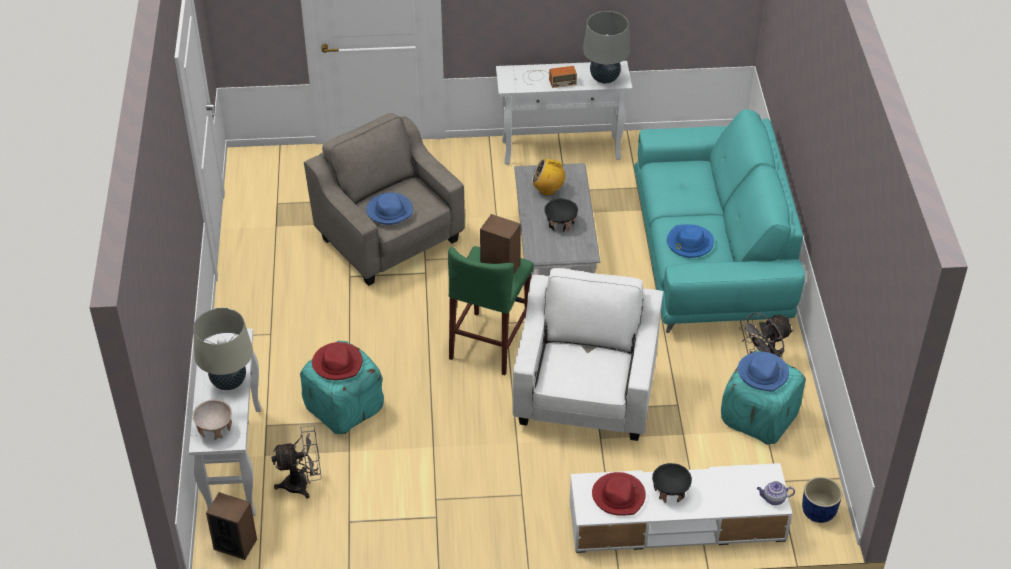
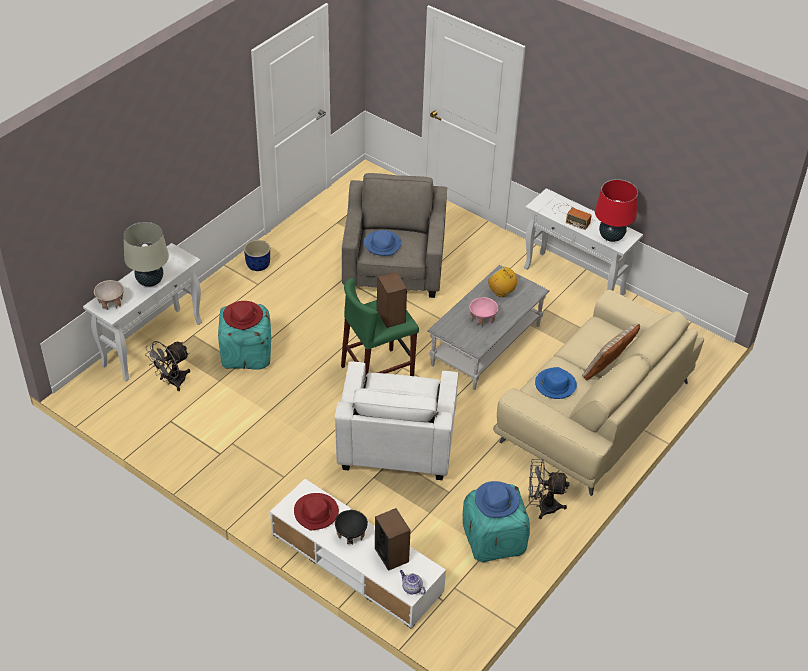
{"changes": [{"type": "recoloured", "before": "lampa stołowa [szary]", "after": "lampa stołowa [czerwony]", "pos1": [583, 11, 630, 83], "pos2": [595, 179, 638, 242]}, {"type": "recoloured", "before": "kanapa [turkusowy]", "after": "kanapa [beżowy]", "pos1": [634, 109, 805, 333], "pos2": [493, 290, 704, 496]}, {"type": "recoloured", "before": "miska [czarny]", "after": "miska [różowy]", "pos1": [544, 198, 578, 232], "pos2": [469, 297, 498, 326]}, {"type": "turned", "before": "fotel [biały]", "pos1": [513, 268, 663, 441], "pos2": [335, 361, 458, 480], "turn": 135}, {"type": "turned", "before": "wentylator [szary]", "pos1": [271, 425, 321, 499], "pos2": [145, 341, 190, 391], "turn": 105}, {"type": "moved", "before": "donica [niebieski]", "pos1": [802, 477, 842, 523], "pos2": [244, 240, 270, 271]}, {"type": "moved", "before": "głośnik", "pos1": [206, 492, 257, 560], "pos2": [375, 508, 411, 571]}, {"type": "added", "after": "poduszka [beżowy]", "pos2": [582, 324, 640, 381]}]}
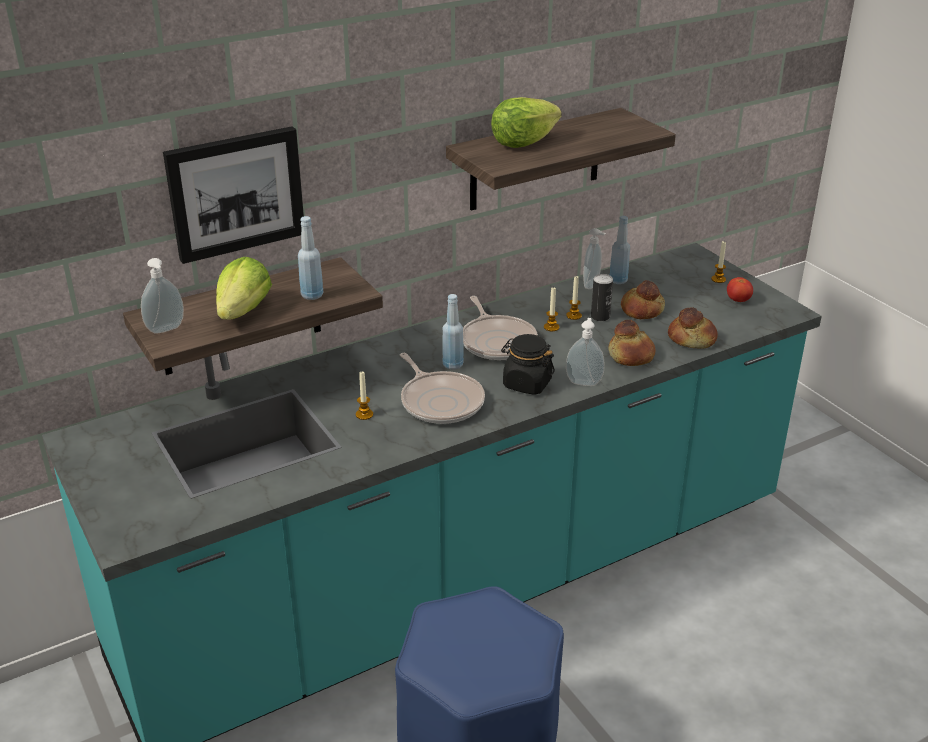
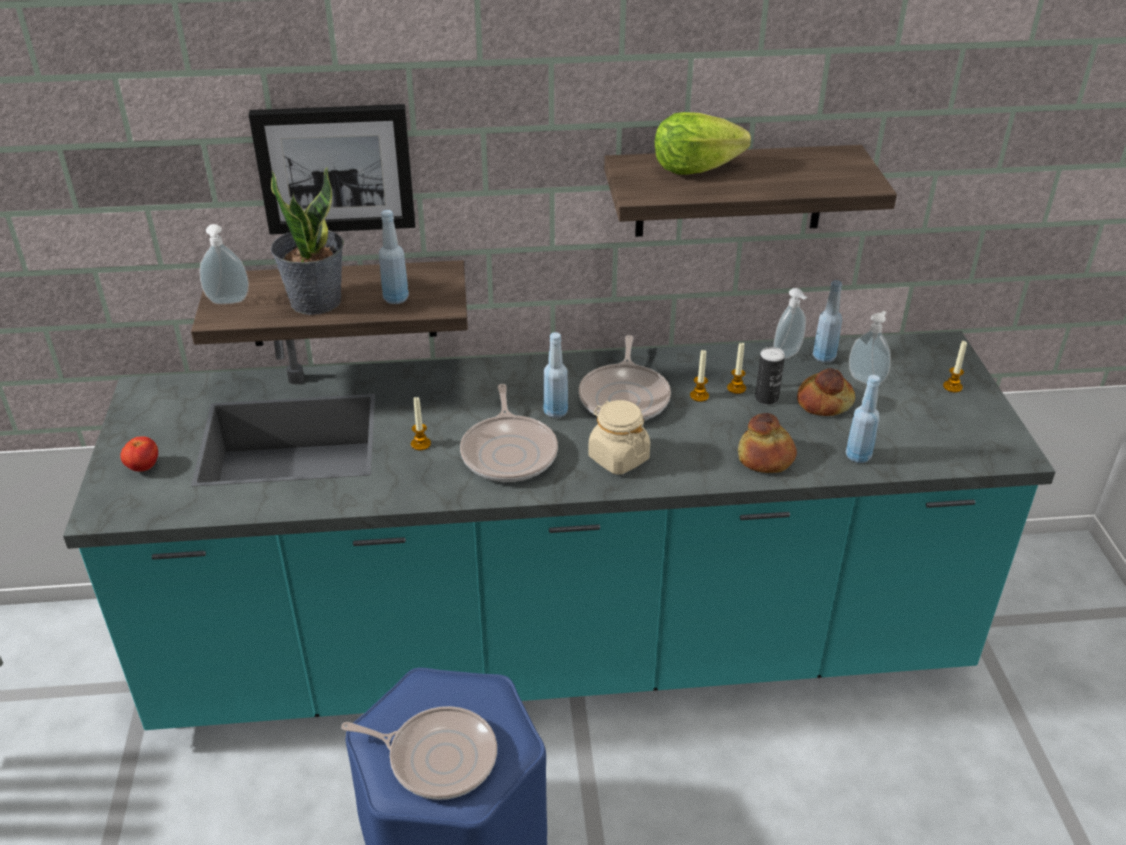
{"changes": [{"type": "replaced", "before": "sałata", "after": "roślina doniczkowa", "pos1": [216, 257, 272, 320], "pos2": [271, 167, 344, 315]}, {"type": "moved", "before": "pomidor", "pos1": [727, 277, 753, 302], "pos2": [120, 437, 158, 472]}, {"type": "replaced", "before": "chleb", "after": "butelka [niebieski]", "pos1": [668, 308, 718, 349], "pos2": [846, 375, 880, 463]}, {"type": "moved", "before": "dozownik mydła", "pos1": [566, 318, 605, 386], "pos2": [849, 311, 891, 384]}, {"type": "recoloured", "before": "słoik [czarny]", "after": "słoik [beżowy]", "pos1": [501, 334, 555, 395], "pos2": [588, 400, 650, 475]}, {"type": "added", "after": "patelnia", "pos2": [341, 706, 497, 800]}]}
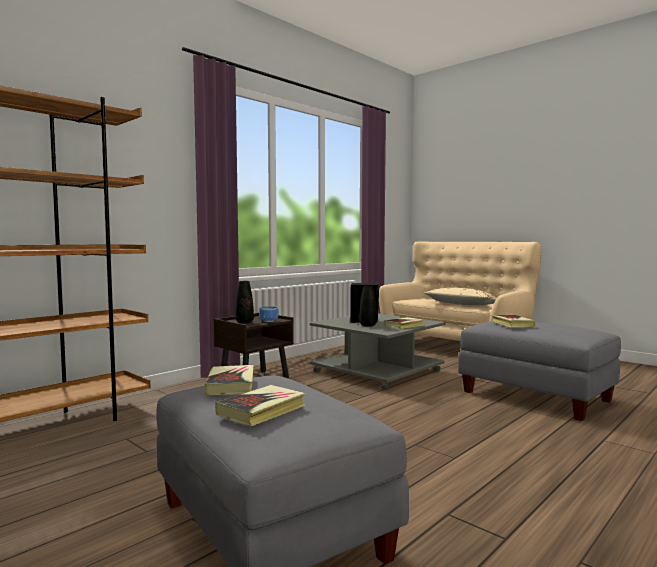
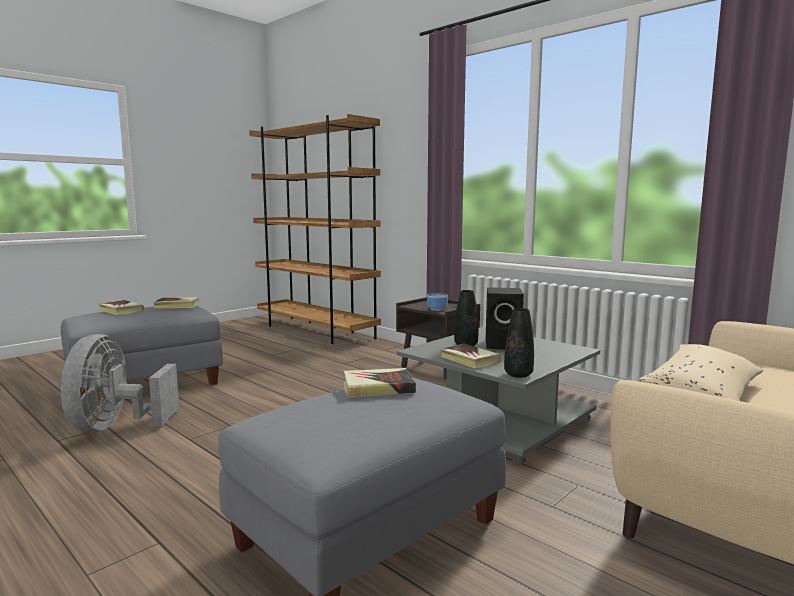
{"changes": [{"type": "moved", "before": "wazon [czarny]", "pos1": [236, 281, 254, 323], "pos2": [504, 308, 534, 378]}, {"type": "added", "after": "wentylator [szary]", "pos2": [61, 334, 179, 433]}]}
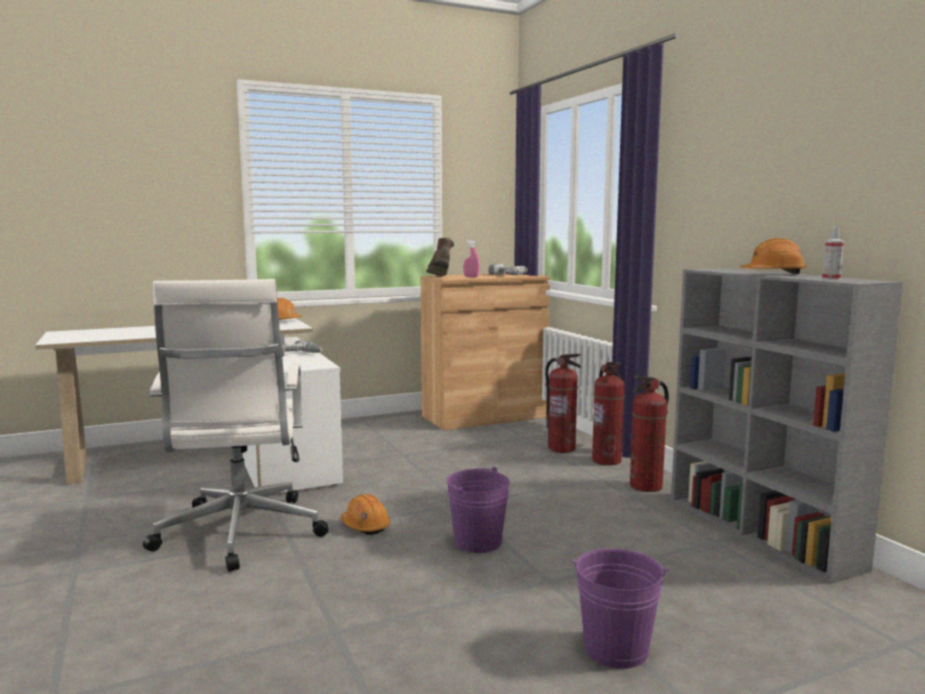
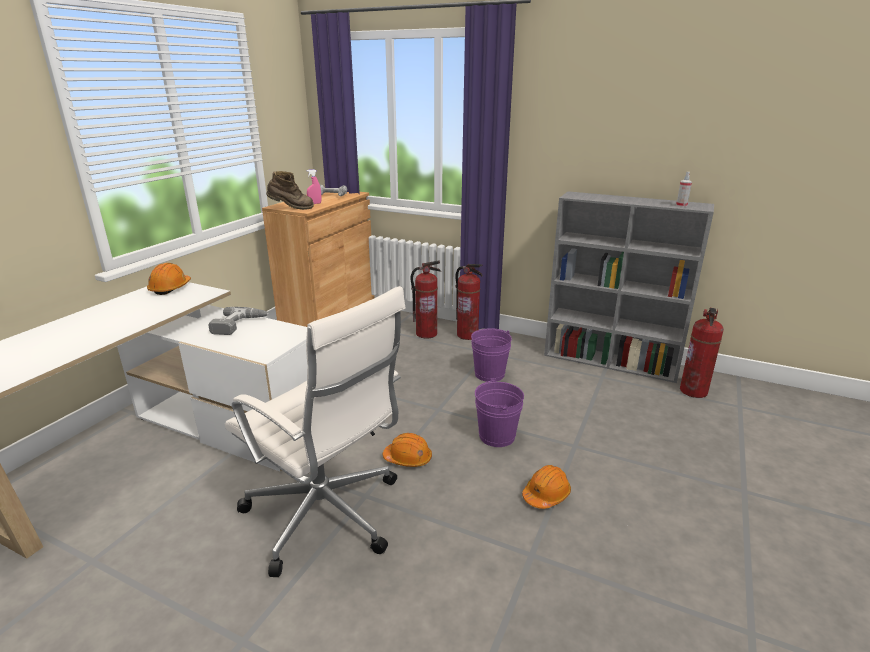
{"changes": [{"type": "turned", "before": "but z cholewką [brązowy]", "pos1": [426, 237, 454, 276], "pos2": [266, 171, 314, 210], "turn": 135}, {"type": "moved", "before": "kask [pomarańczowy]", "pos1": [740, 238, 807, 274], "pos2": [522, 465, 571, 509]}, {"type": "moved", "before": "gaśnica", "pos1": [630, 376, 669, 492], "pos2": [680, 308, 724, 398]}, {"type": "moved", "before": "wiadro [fioletowy]", "pos1": [571, 548, 669, 669], "pos2": [471, 328, 512, 382]}]}
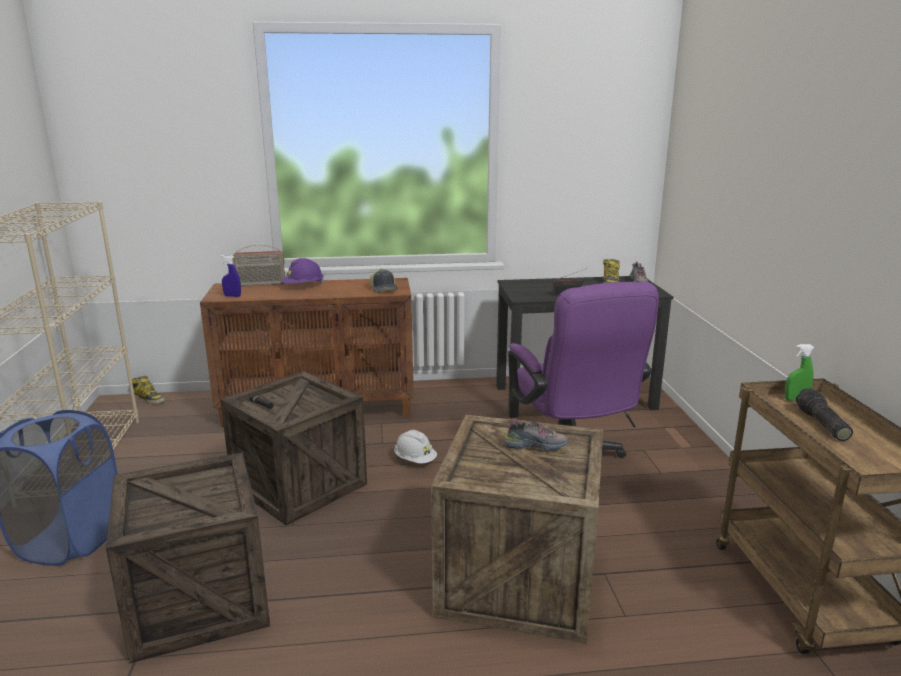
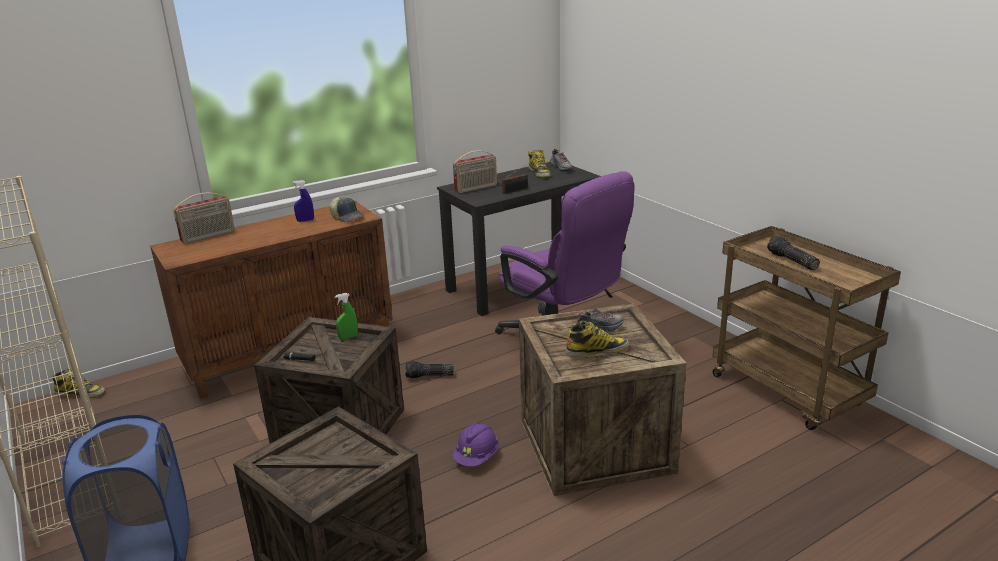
{"changes": [{"type": "moved", "before": "spryskiwacz [niebieski]", "pos1": [221, 255, 241, 297], "pos2": [292, 180, 314, 222]}, {"type": "moved", "before": "kask [fioletowy]", "pos1": [281, 258, 324, 284], "pos2": [452, 423, 499, 467]}, {"type": "moved", "before": "spryskiwacz [zielony]", "pos1": [785, 344, 814, 401], "pos2": [335, 293, 358, 340]}, {"type": "replaced", "before": "kask [biały]", "after": "latarka", "pos1": [394, 430, 437, 464], "pos2": [406, 361, 454, 378]}, {"type": "added", "after": "radio", "pos2": [453, 151, 497, 193]}, {"type": "added", "after": "but z cholewką", "pos2": [566, 321, 629, 358]}]}
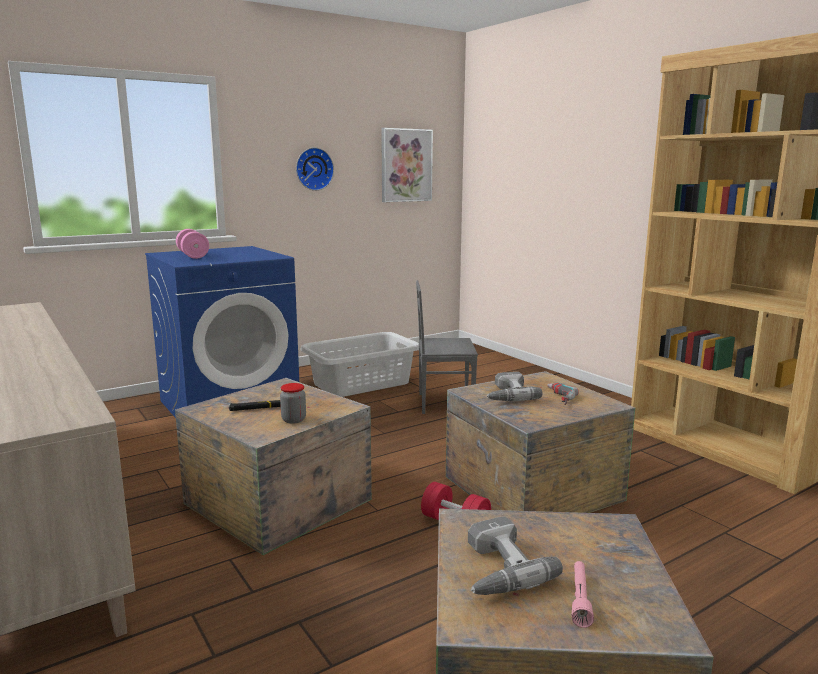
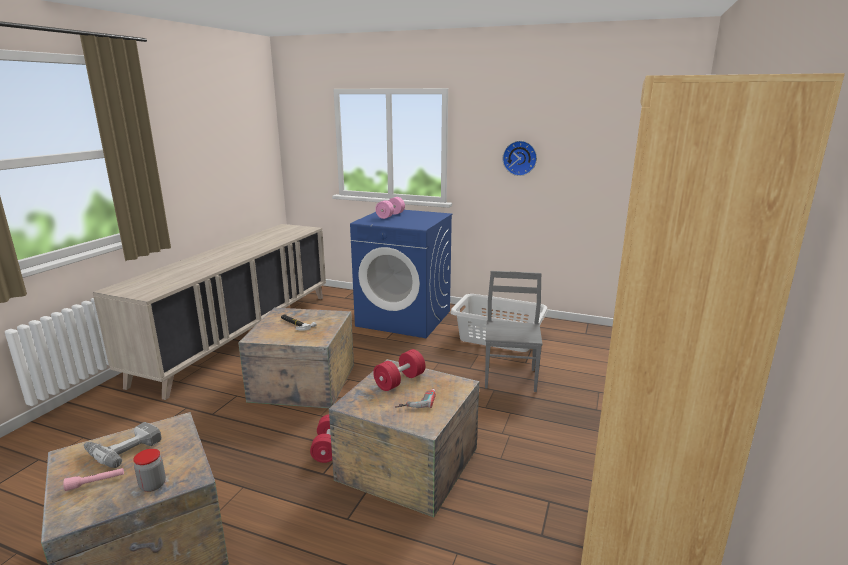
{"changes": [{"type": "removed", "before": "obraz", "pos1": [381, 128, 433, 202]}, {"type": "turned", "before": "krzesło [szary]", "pos1": [416, 280, 478, 414], "pos2": [485, 271, 542, 392], "turn": 45}, {"type": "replaced", "before": "wiertarka", "after": "hantel [czerwony]", "pos1": [486, 372, 542, 401], "pos2": [373, 349, 425, 391]}, {"type": "moved", "before": "słoik", "pos1": [280, 383, 306, 424], "pos2": [133, 449, 166, 492]}]}
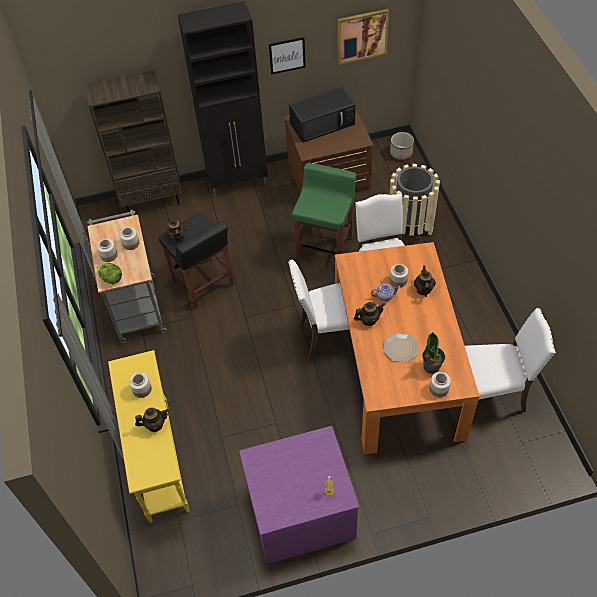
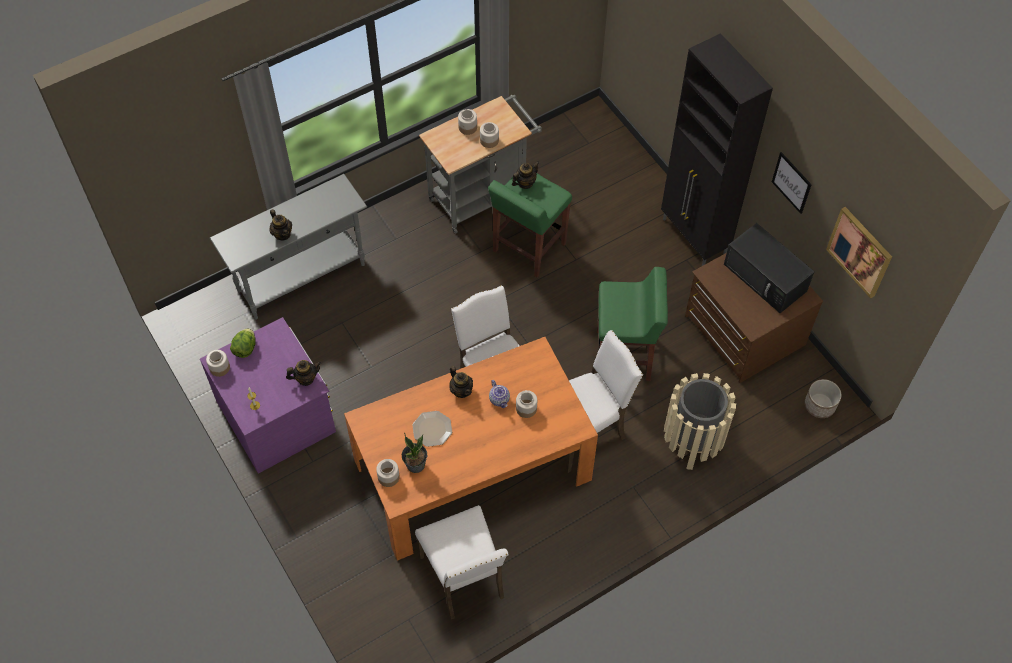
{"changes": [{"type": "removed", "before": "regał [brązowy]", "pos1": [84, 70, 183, 216]}, {"type": "recoloured", "before": "stołek [czarny]", "after": "stołek [zielony]", "pos1": [159, 213, 234, 309], "pos2": [488, 174, 572, 277]}, {"type": "moved", "before": "sałata", "pos1": [97, 263, 122, 285], "pos2": [230, 328, 256, 358]}, {"type": "moved", "before": "imbryk", "pos1": [414, 265, 436, 297], "pos2": [286, 360, 321, 386]}, {"type": "recoloured", "before": "stolik konsolowy [żółty]", "after": "stolik konsolowy [szary]", "pos1": [108, 350, 190, 523], "pos2": [210, 174, 367, 320]}, {"type": "moved", "before": "słoik", "pos1": [129, 372, 152, 398], "pos2": [206, 350, 230, 377]}]}
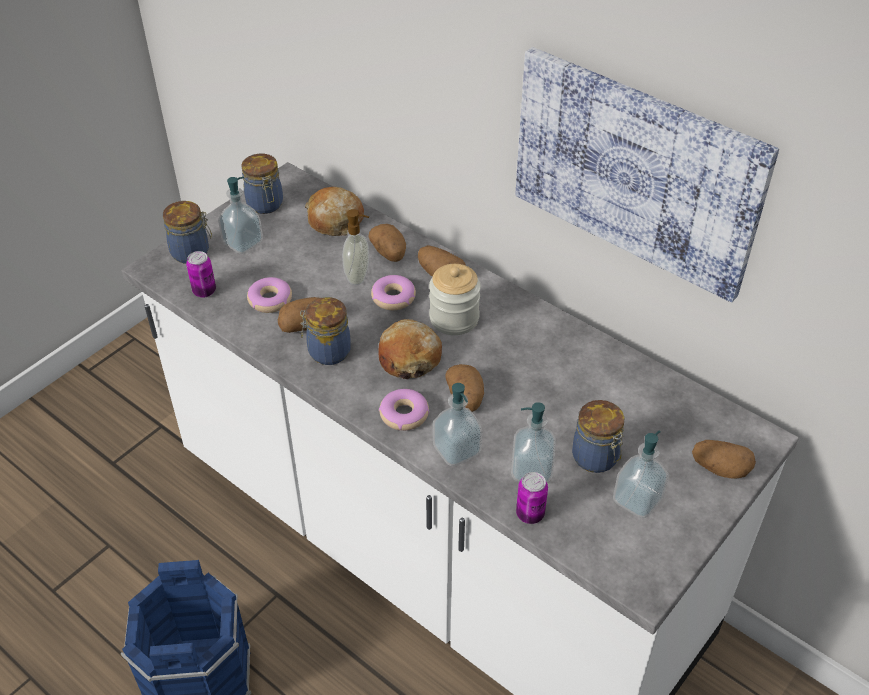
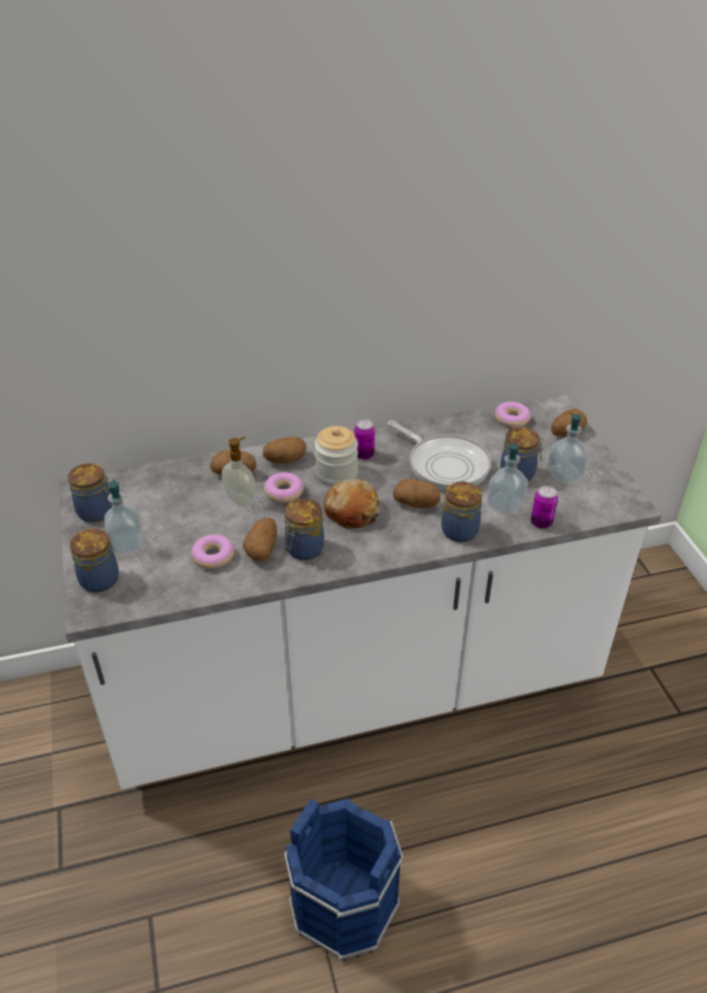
{"changes": [{"type": "removed", "before": "obraz", "pos1": [515, 47, 779, 303]}, {"type": "removed", "before": "chleb", "pos1": [305, 187, 364, 236]}, {"type": "moved", "before": "puszka", "pos1": [186, 251, 216, 297], "pos2": [354, 420, 375, 460]}, {"type": "replaced", "before": "dozownik mydła", "after": "słoik", "pos1": [433, 383, 482, 466], "pos2": [441, 481, 482, 542]}, {"type": "moved", "before": "donut", "pos1": [379, 389, 429, 431], "pos2": [495, 402, 531, 428]}, {"type": "added", "after": "patelnia", "pos2": [388, 420, 491, 491]}]}
